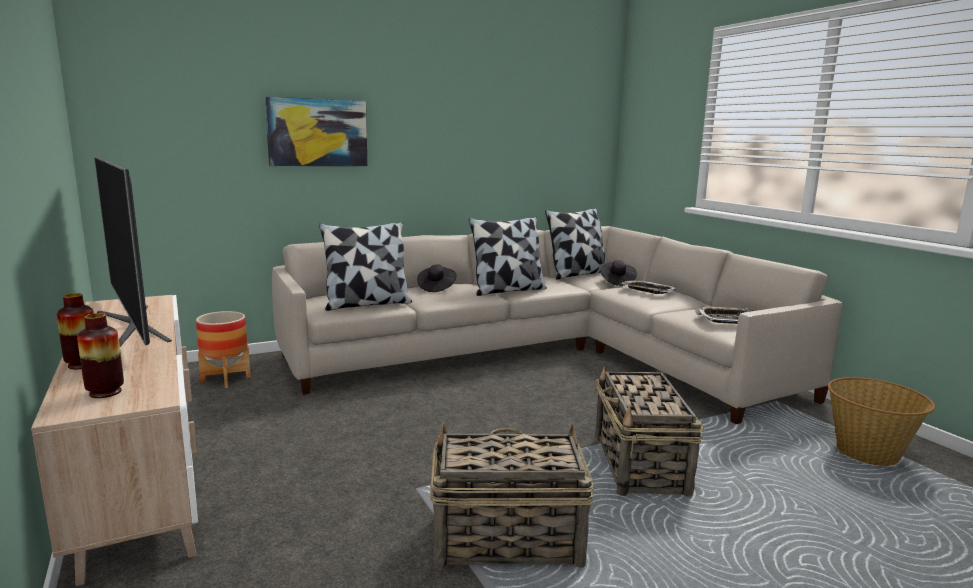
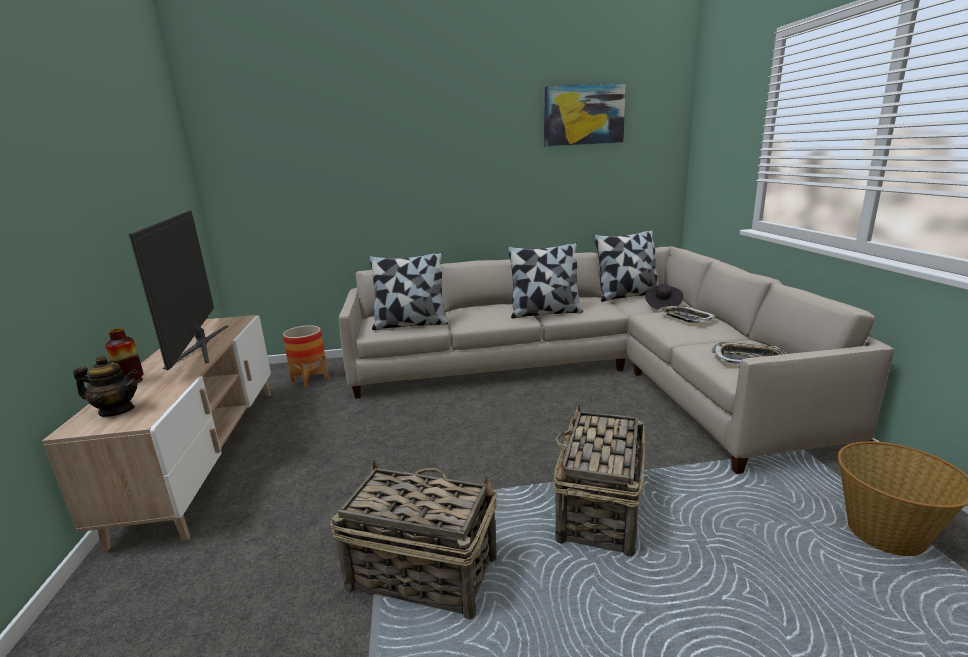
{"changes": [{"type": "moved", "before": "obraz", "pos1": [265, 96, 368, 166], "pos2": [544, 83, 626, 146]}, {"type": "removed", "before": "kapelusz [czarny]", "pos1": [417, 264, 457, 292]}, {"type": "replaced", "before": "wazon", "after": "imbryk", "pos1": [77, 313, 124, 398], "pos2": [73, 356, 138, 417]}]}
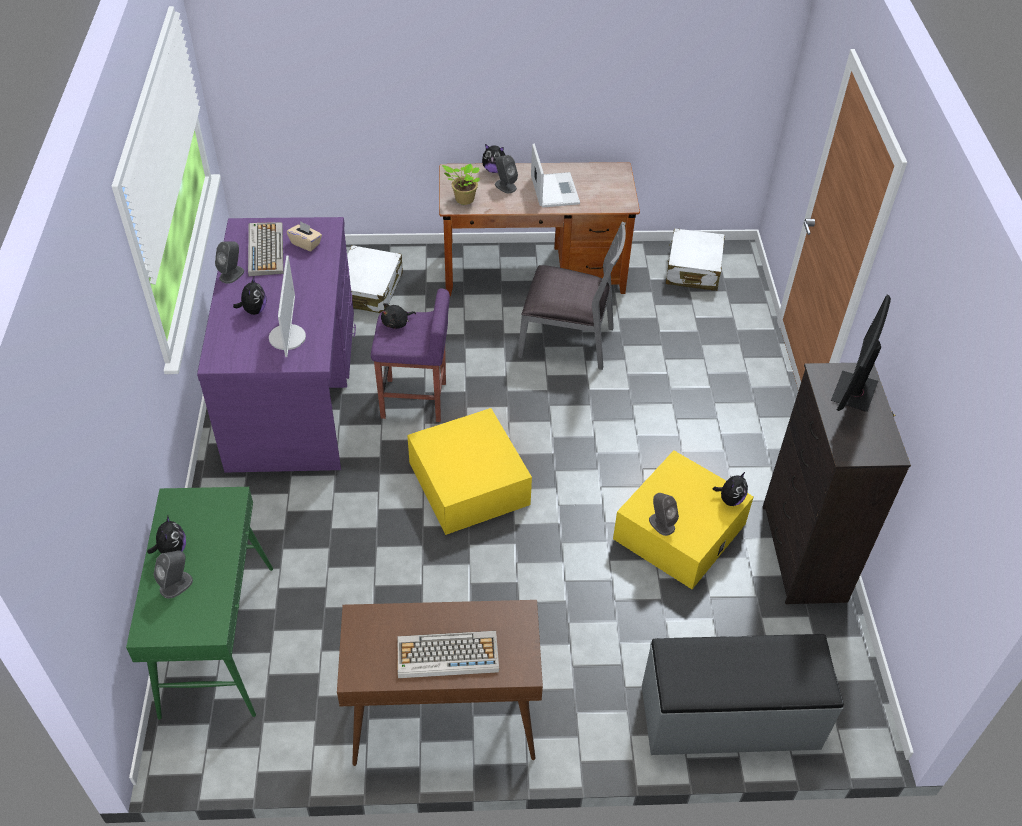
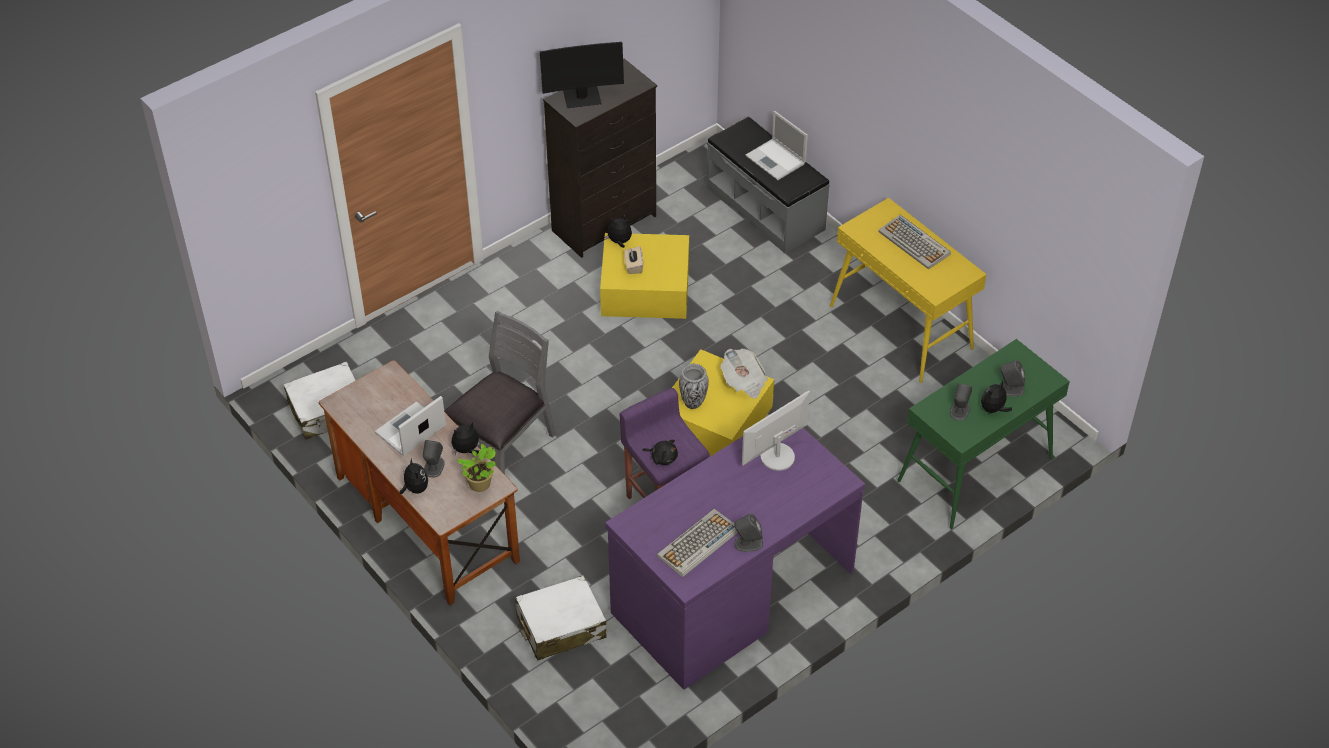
{"changes": [{"type": "moved", "before": "pudełko chusteczek [beżowy]", "pos1": [287, 221, 322, 251], "pos2": [624, 246, 643, 274]}, {"type": "turned", "before": "krzesło [szary]", "pos1": [518, 221, 626, 370], "pos2": [444, 311, 555, 474], "turn": 60}, {"type": "moved", "before": "pluszak", "pos1": [233, 277, 266, 315], "pos2": [451, 421, 479, 456]}, {"type": "moved", "before": "głośnik [szary]", "pos1": [649, 493, 679, 536], "pos2": [950, 383, 972, 421]}, {"type": "recoloured", "before": "stolik konsolowy [brązowy]", "after": "stolik konsolowy [żółty]", "pos1": [337, 600, 543, 766], "pos2": [830, 198, 987, 383]}, {"type": "added", "after": "laptop", "pos2": [745, 111, 808, 180]}, {"type": "added", "after": "gazeta", "pos2": [721, 349, 768, 399]}, {"type": "added", "after": "wazon", "pos2": [679, 364, 709, 409]}]}
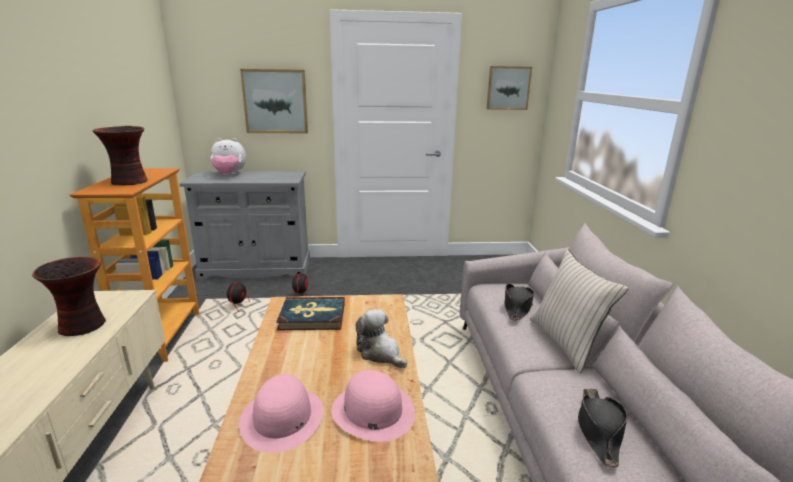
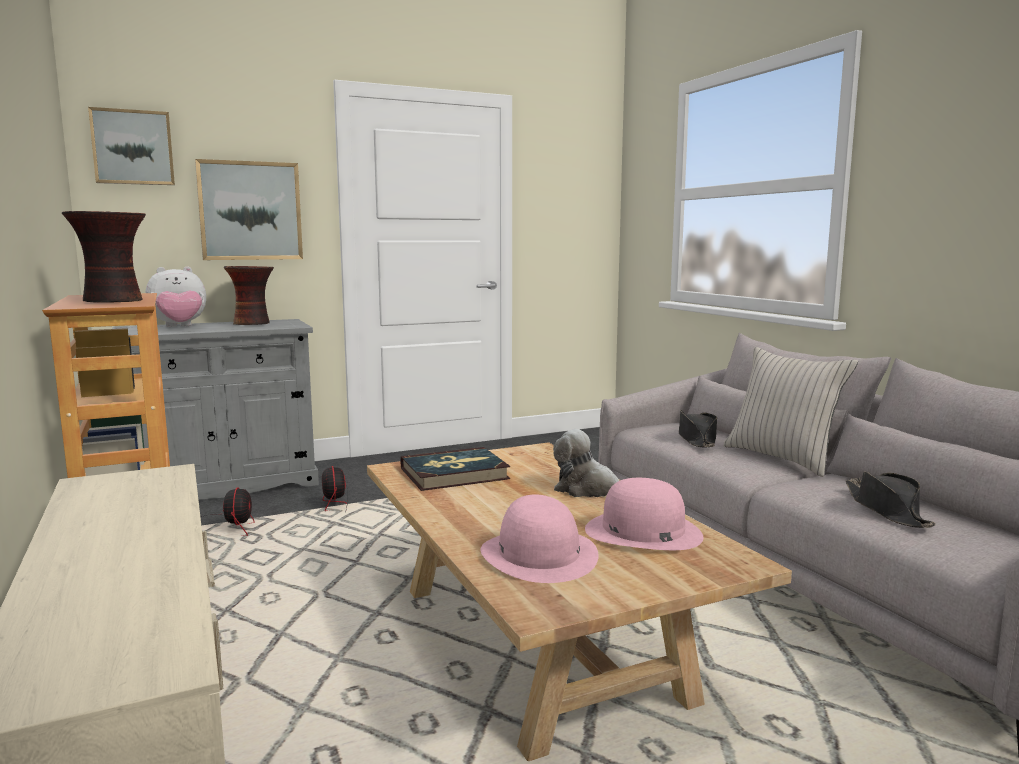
{"changes": [{"type": "moved", "before": "obraz", "pos1": [487, 66, 532, 110], "pos2": [88, 107, 175, 185]}, {"type": "moved", "before": "wazon", "pos1": [32, 257, 106, 336], "pos2": [224, 266, 274, 325]}]}
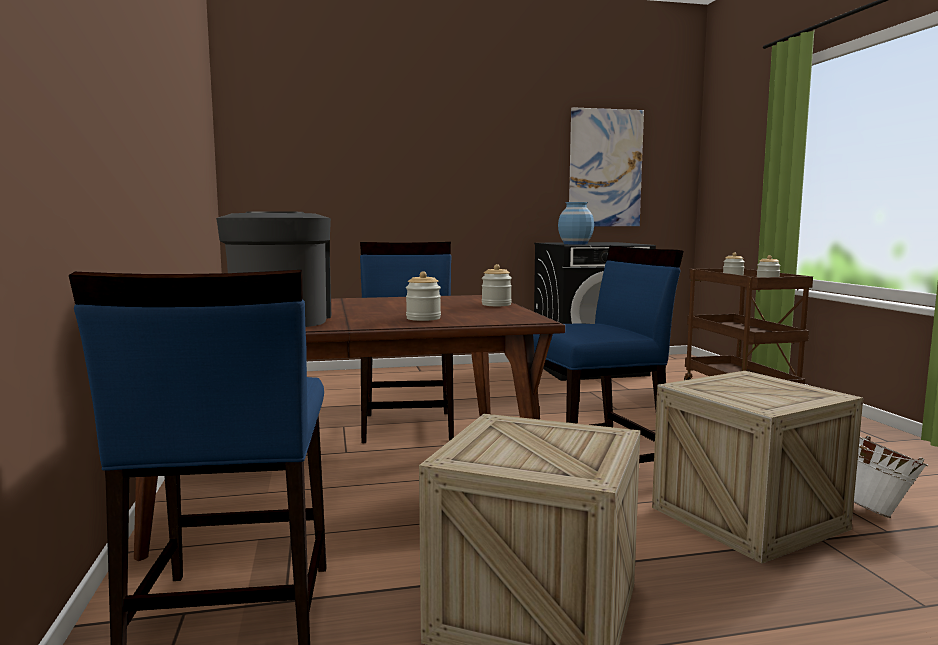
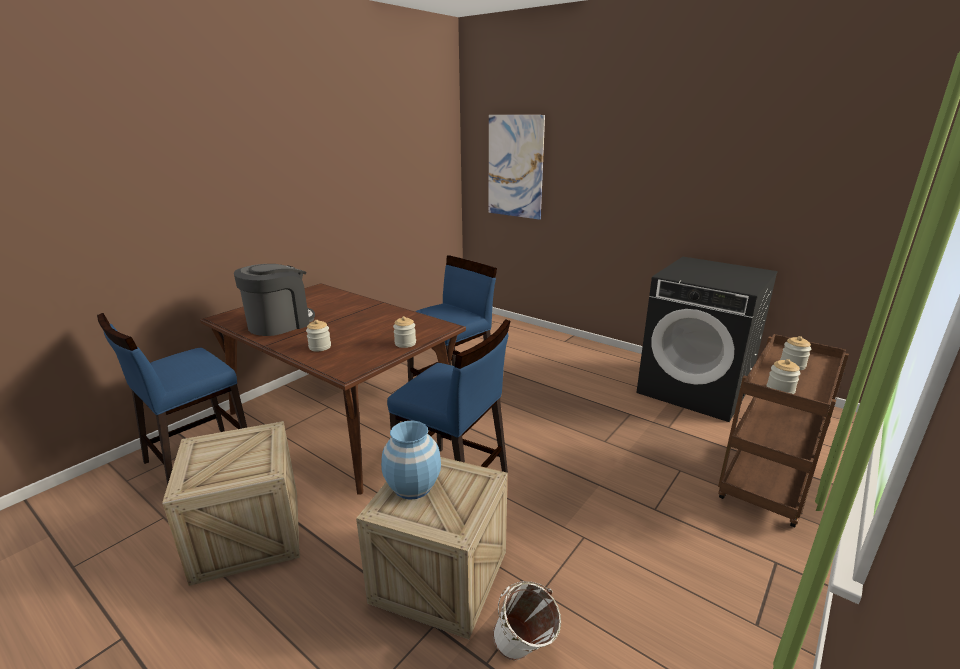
{"changes": [{"type": "moved", "before": "obraz", "pos1": [569, 107, 644, 226], "pos2": [489, 115, 545, 220]}, {"type": "moved", "before": "wazon [niebieski]", "pos1": [558, 202, 594, 245], "pos2": [381, 420, 441, 500]}]}
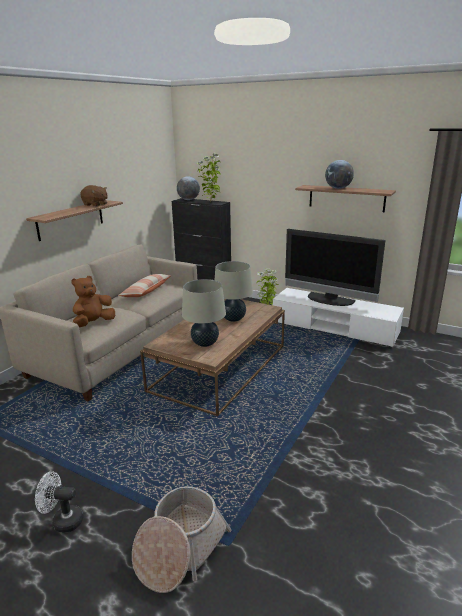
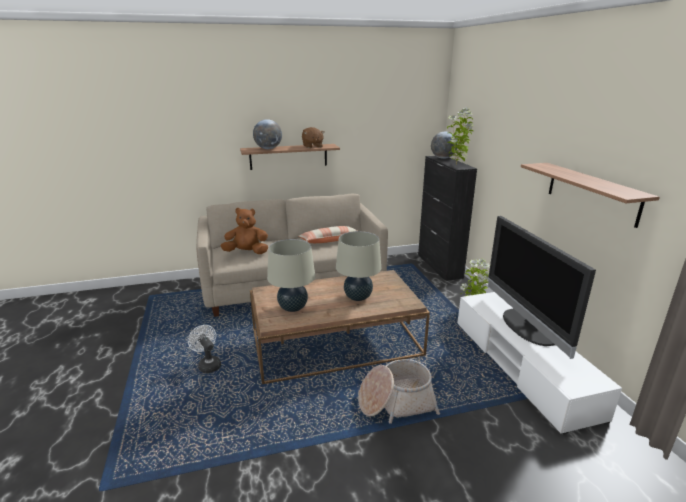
{"changes": [{"type": "moved", "before": "globus", "pos1": [325, 160, 354, 189], "pos2": [253, 119, 282, 149]}, {"type": "moved", "before": "wentylator [biały]", "pos1": [35, 471, 83, 533], "pos2": [188, 325, 221, 373]}, {"type": "moved", "before": "koszyk", "pos1": [132, 486, 232, 593], "pos2": [358, 359, 440, 424]}]}
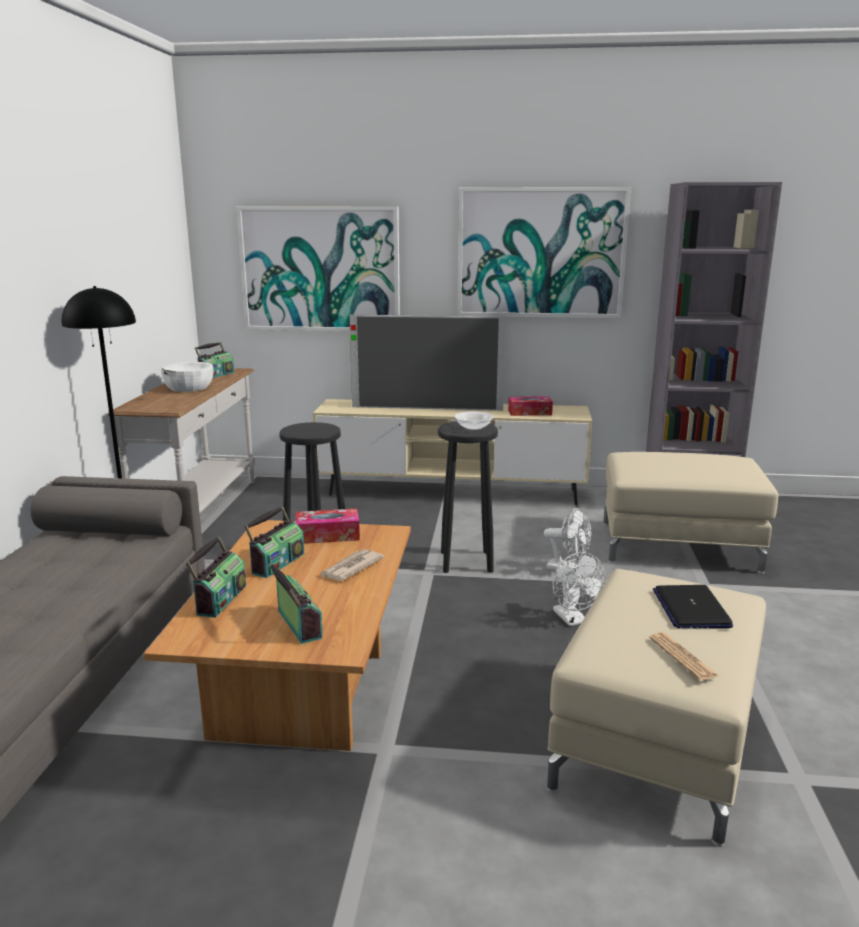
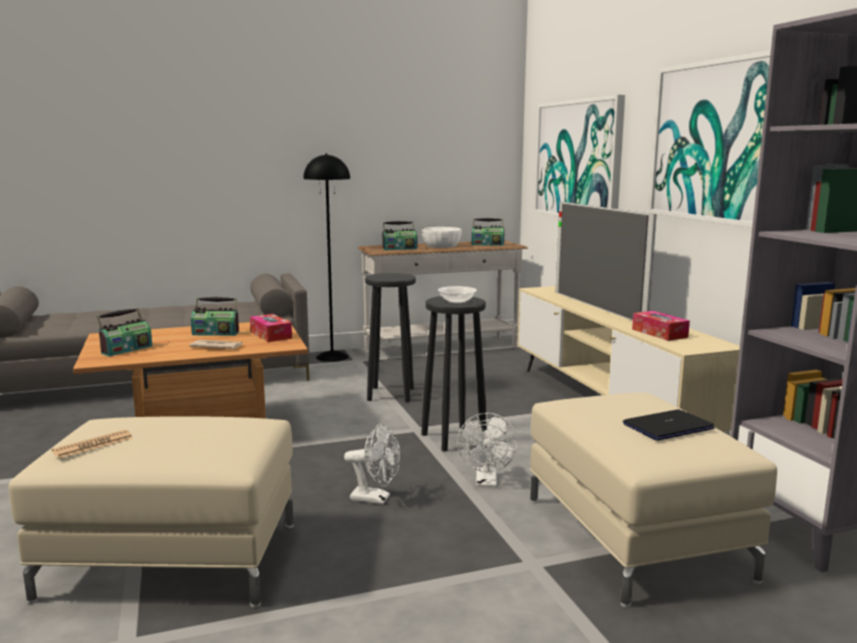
{"changes": [{"type": "moved", "before": "radio", "pos1": [186, 536, 246, 618], "pos2": [382, 221, 417, 250]}, {"type": "turned", "before": "wentylator [biały]", "pos1": [552, 552, 605, 626], "pos2": [344, 423, 400, 504], "turn": -120}, {"type": "moved", "before": "laptop", "pos1": [653, 585, 733, 629], "pos2": [623, 409, 715, 441]}]}
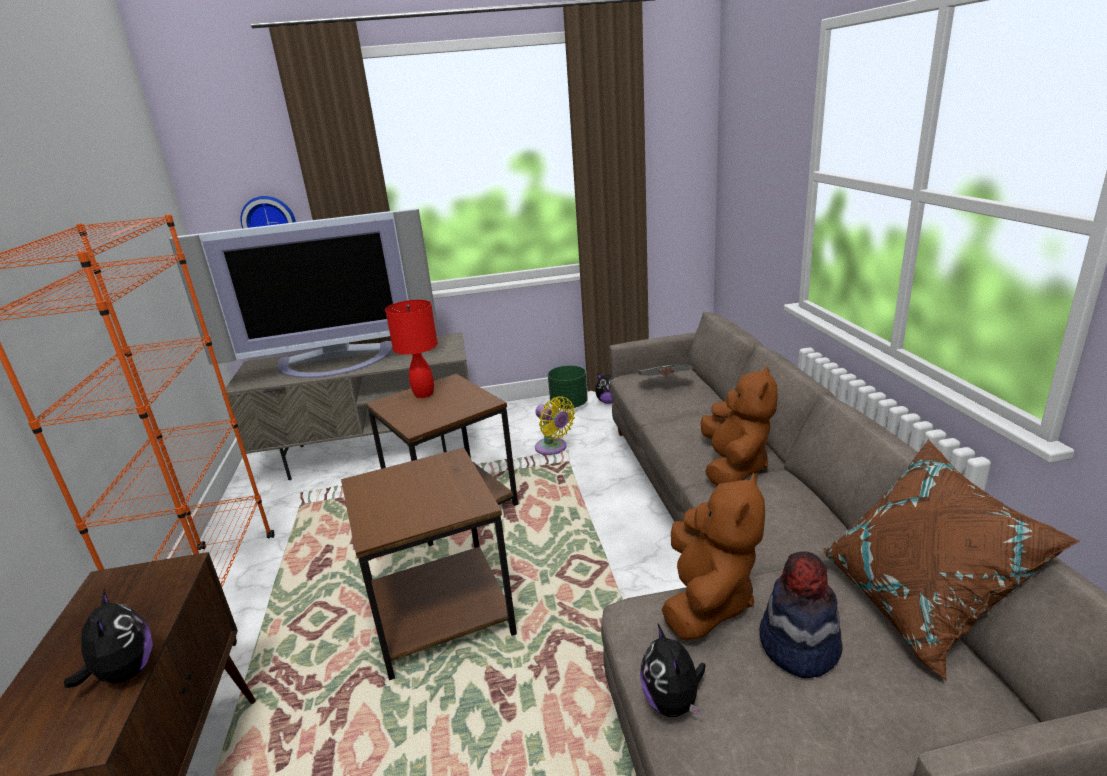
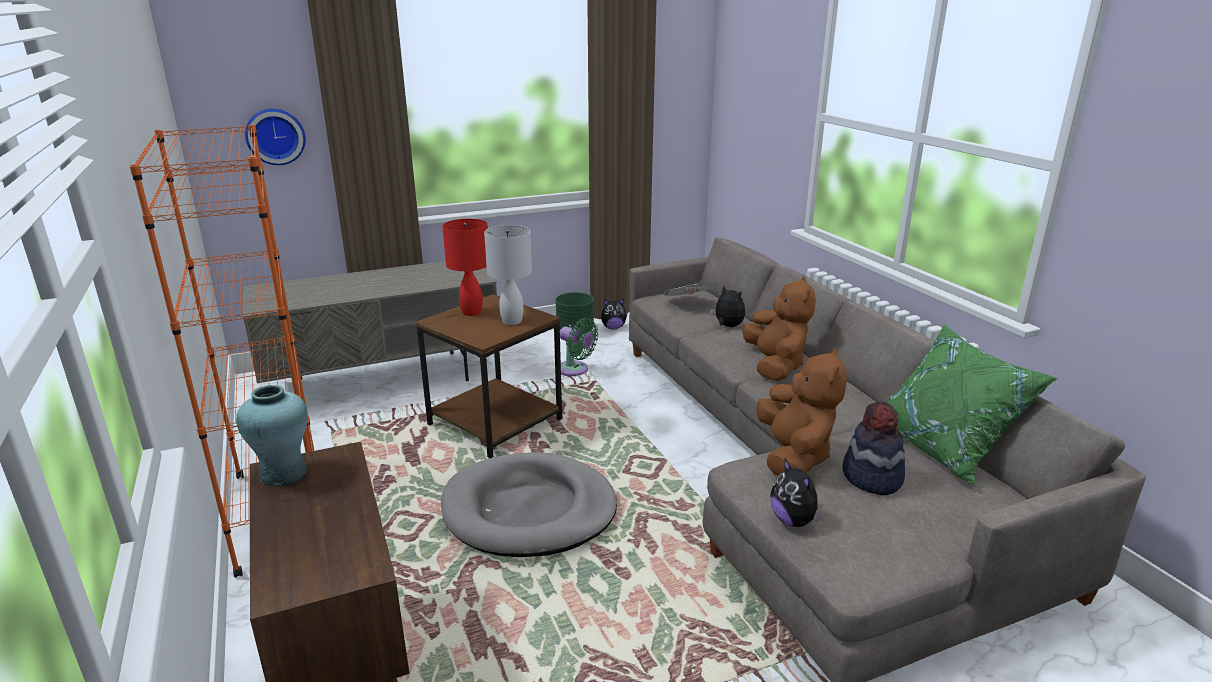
{"changes": [{"type": "removed", "before": "telewizor", "pos1": [169, 208, 438, 378]}, {"type": "recoloured", "before": "wentylator [żółty]", "after": "wentylator [zielony]", "pos1": [535, 396, 575, 455], "pos2": [560, 318, 598, 376]}, {"type": "recoloured", "before": "poduszka [brązowy]", "after": "poduszka [zielony]", "pos1": [823, 439, 1079, 681], "pos2": [886, 324, 1058, 487]}, {"type": "replaced", "before": "stolik [brązowy]", "after": "legowisko [szary]", "pos1": [341, 447, 517, 680], "pos2": [441, 452, 617, 557]}, {"type": "moved", "before": "pluszak", "pos1": [64, 588, 153, 688], "pos2": [710, 285, 745, 327]}, {"type": "added", "after": "lampa stołowa [biały]", "pos2": [484, 225, 532, 325]}, {"type": "added", "after": "wazon [turkusowy]", "pos2": [236, 385, 308, 487]}]}
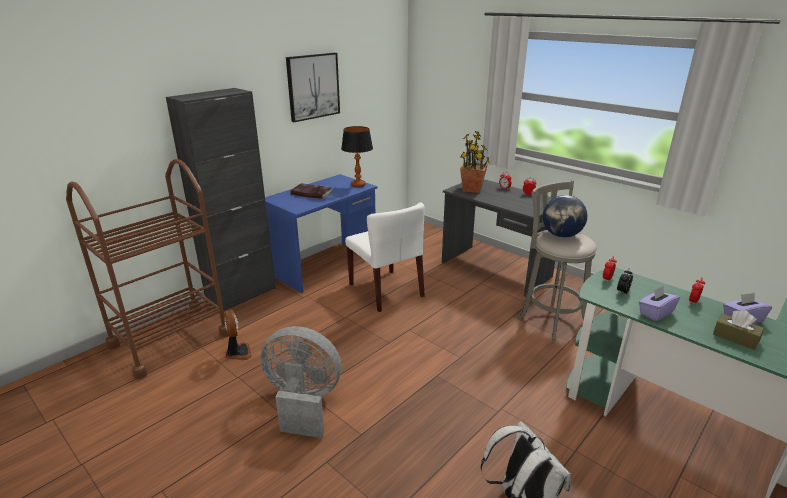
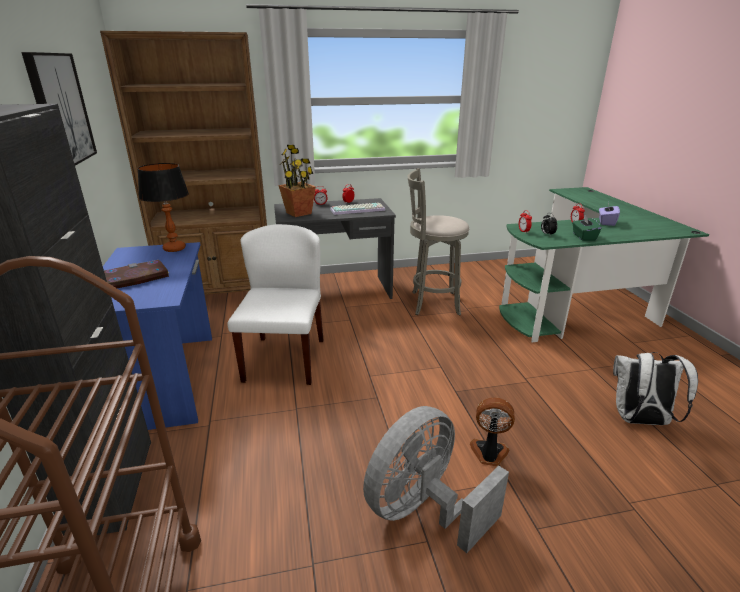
{"changes": [{"type": "removed", "before": "globus", "pos1": [543, 195, 587, 238]}, {"type": "turned", "before": "krzesło [biały]", "pos1": [345, 202, 425, 312], "pos2": [227, 224, 323, 385], "turn": -90}, {"type": "recoloured", "before": "pudełko chusteczek [fioletowy]", "after": "pudełko chusteczek [zielony]", "pos1": [639, 286, 680, 321], "pos2": [572, 215, 602, 241]}, {"type": "moved", "before": "wentylator", "pos1": [225, 310, 252, 360], "pos2": [470, 398, 515, 466]}, {"type": "removed", "before": "pudełko chusteczek [brązowy]", "pos1": [713, 310, 764, 350]}, {"type": "added", "after": "regał [brązowy]", "pos2": [100, 31, 267, 295]}, {"type": "added", "after": "klawiatura", "pos2": [330, 203, 386, 215]}]}
